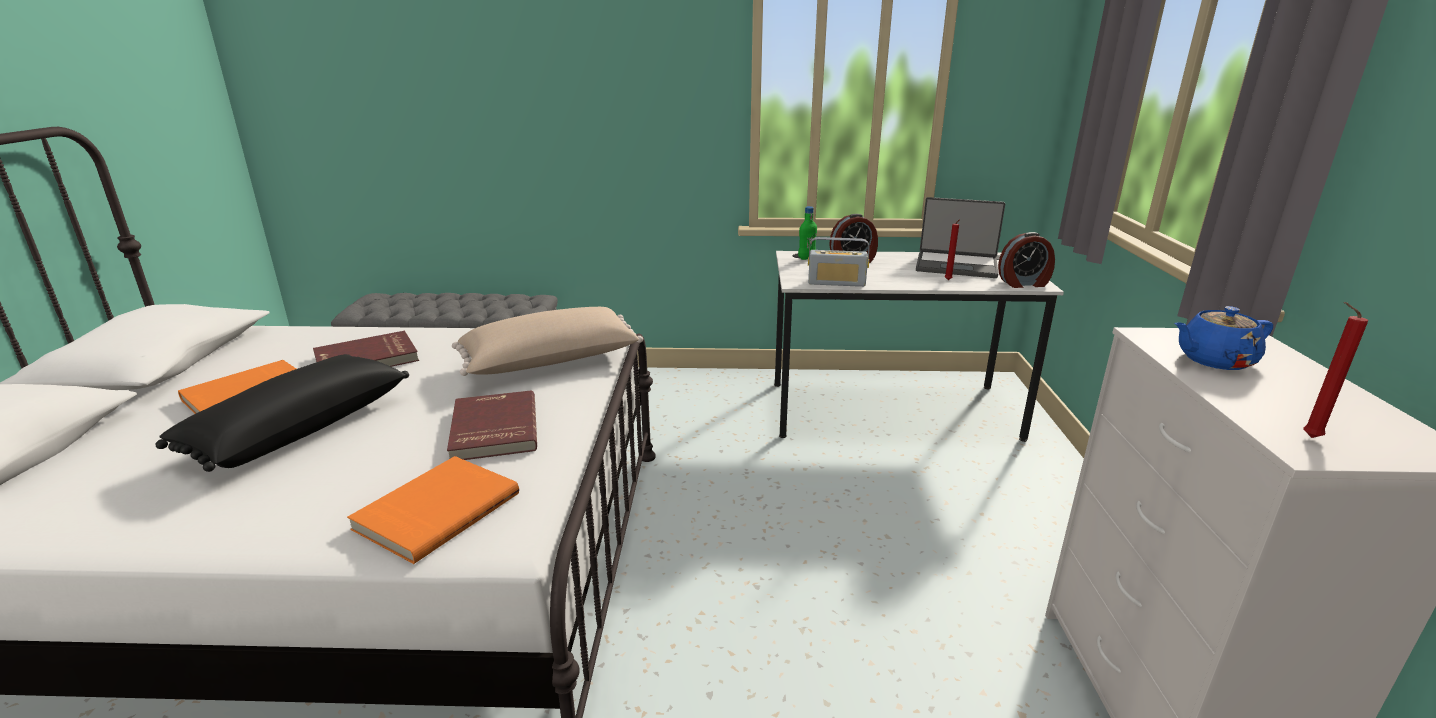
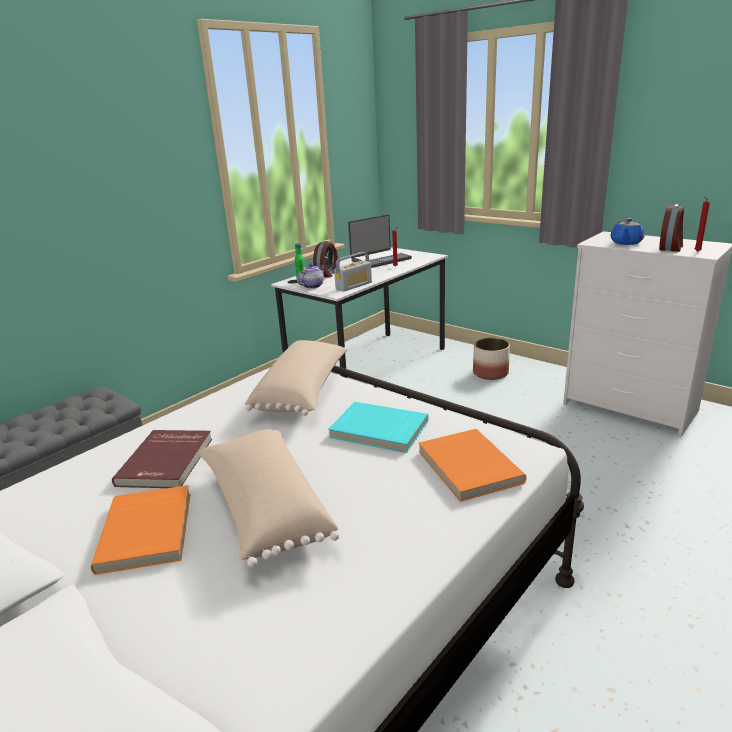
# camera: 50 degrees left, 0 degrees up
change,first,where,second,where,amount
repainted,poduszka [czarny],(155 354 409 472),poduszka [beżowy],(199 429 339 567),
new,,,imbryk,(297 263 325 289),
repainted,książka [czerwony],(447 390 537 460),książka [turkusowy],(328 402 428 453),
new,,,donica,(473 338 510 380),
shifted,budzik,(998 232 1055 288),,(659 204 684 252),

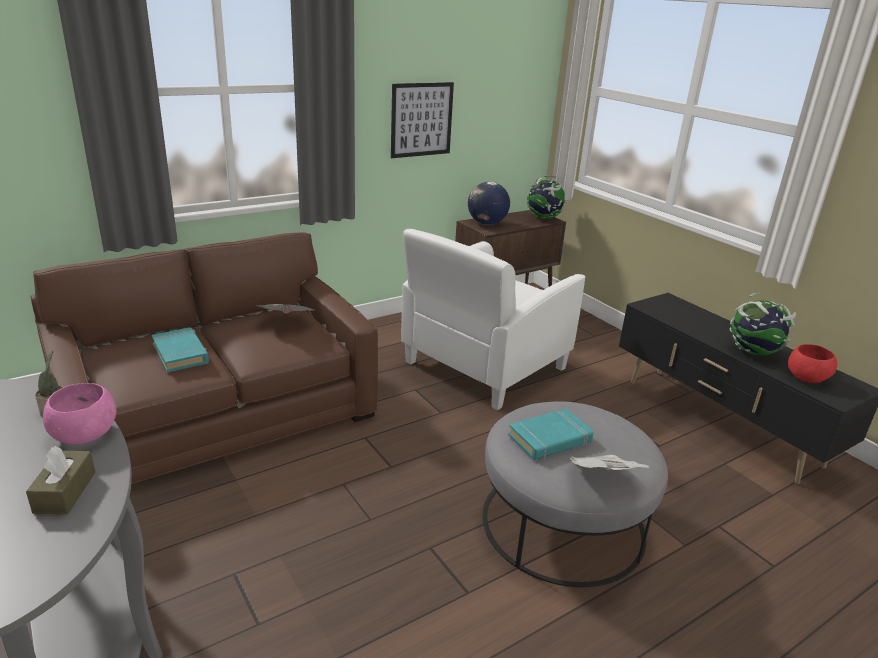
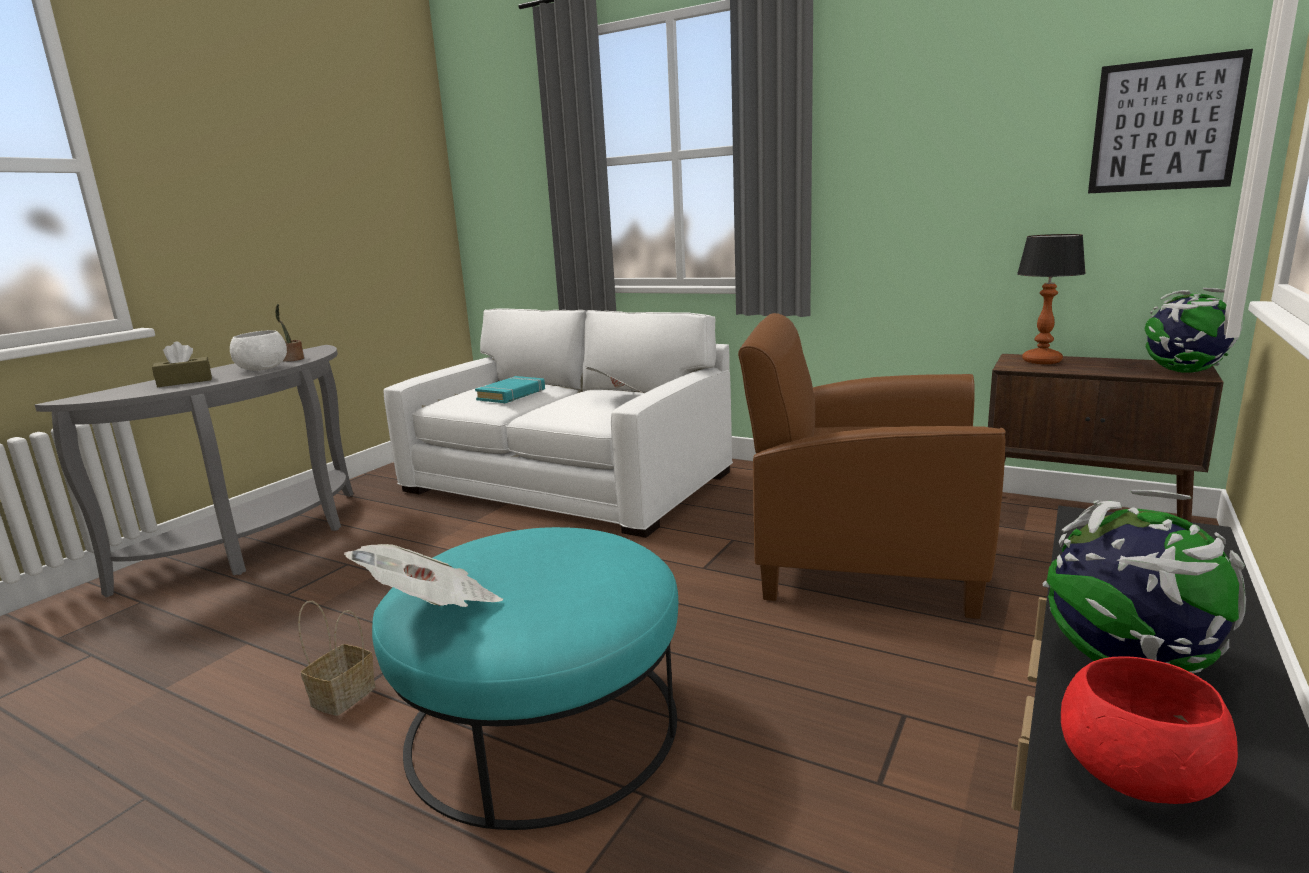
# camera: 65 degrees right, 10 degrees down
change,first,where,second,where,amount
repainted,miska [różowy],(43 383 117 445),miska [biały],(230 330 287 371),
new,,,koszyk,(298 601 376 716),
repainted,pufa [szary],(482 401 668 587),pufa [turkusowy],(372 527 678 830),
repainted,kanapa [brązowy],(30 232 378 484),kanapa [biały],(383 308 733 538),
repainted,fotel [biały],(401 229 585 410),fotel [brązowy],(738 313 1006 619),
swapped,globus,(468 182 510 225),lampa stołowa,(1017 234 1086 364),
shifted,obraz,(391 82 454 158),,(1088 49 1253 193),
gone,książka [turkusowy],(508 408 594 460),,,

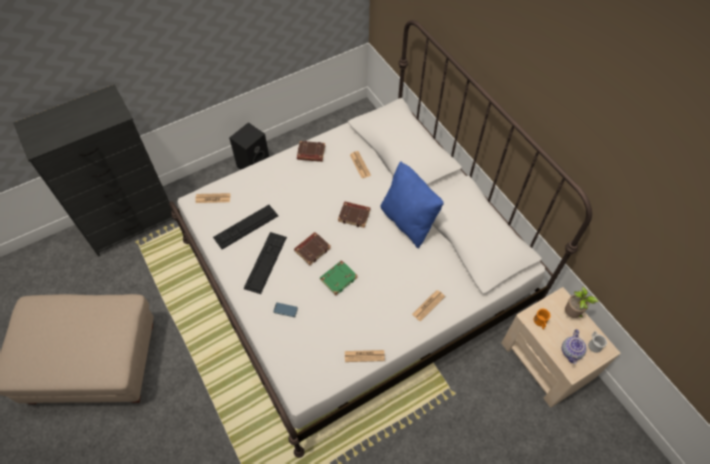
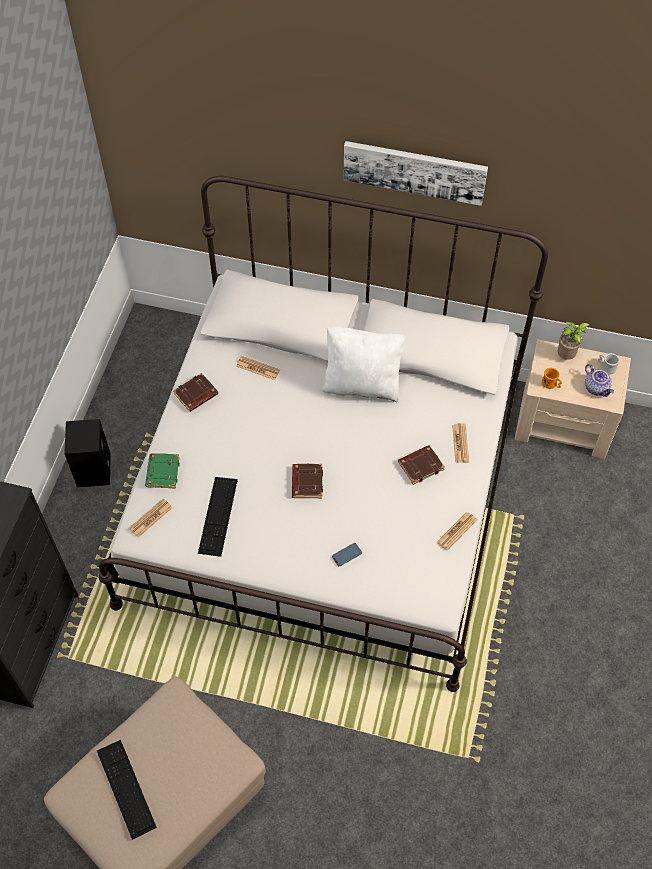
# camera: 45 degrees left, 0 degrees up
change,first,where,second,where,amount
shifted,klawiatura,(244 232 287 294),,(97 740 157 840),
shifted,książka [zielony],(320 260 358 295),,(145 453 180 489),
repainted,poduszka [niebieski],(380 161 444 248),poduszka [biały],(322 327 406 402),
new,,,obraz,(343 141 488 206),
shifted,książka [brązowy],(338 201 371 228),,(398 445 444 485),

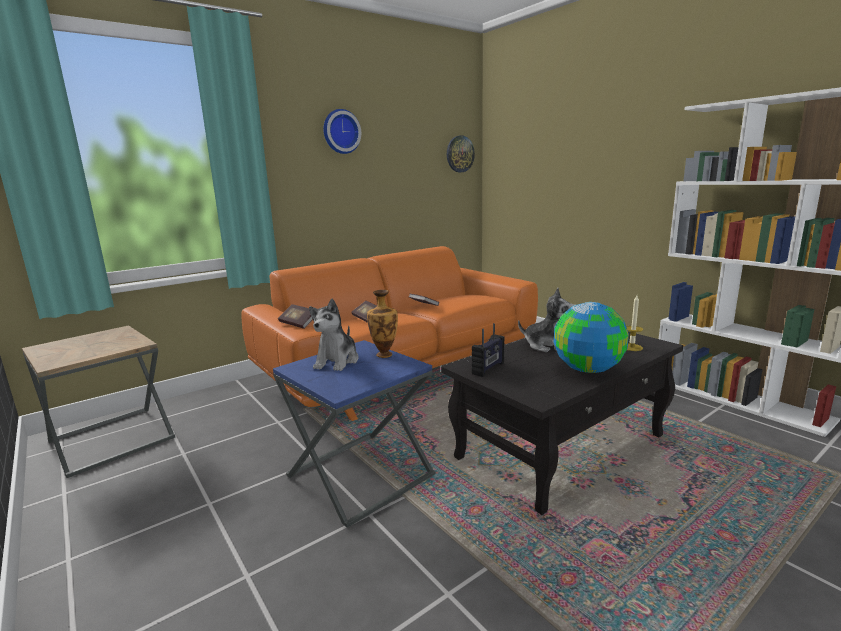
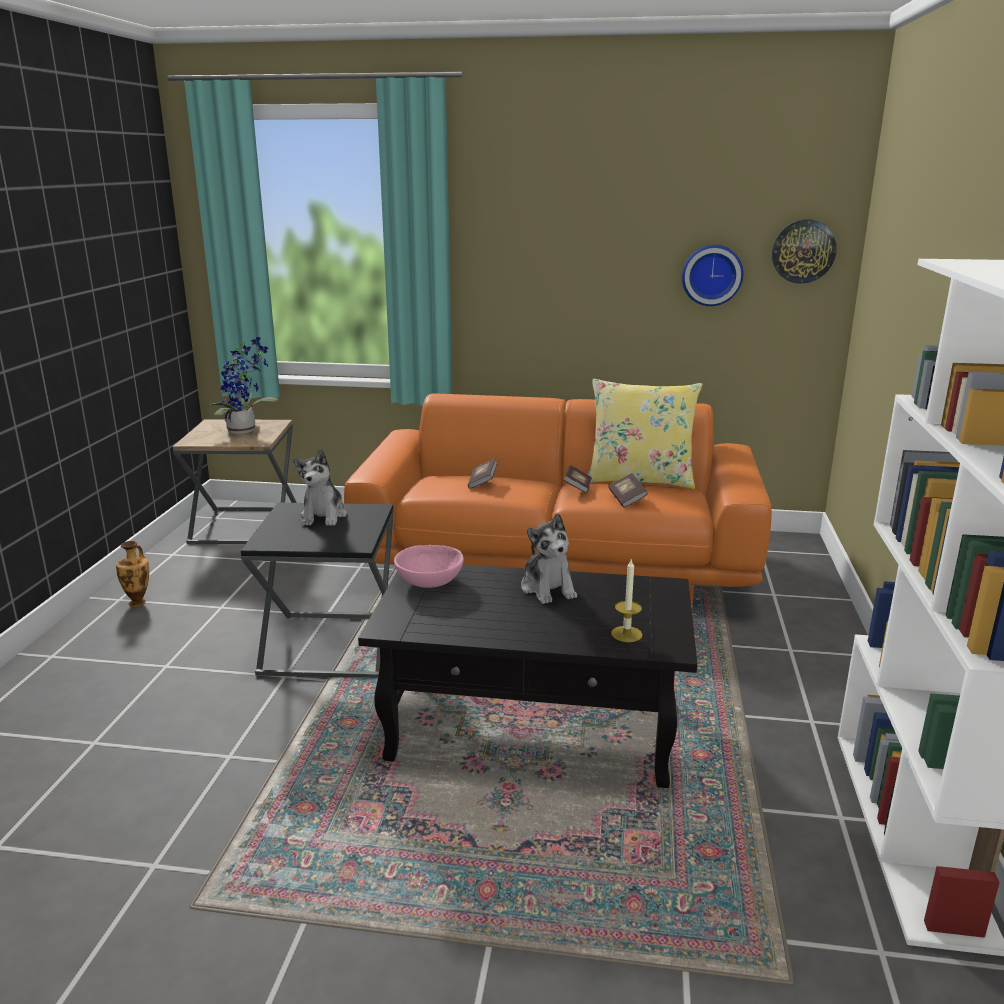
# camera: 45 degrees right, 5 degrees up
change,first,where,second,where,amount
shifted,wazon,(367 290 398 358),,(116 541 149 607),
new,,,roślina doniczkowa,(208 337 278 434),
repainted,stolik [niebieski],(273 340 436 528),stolik [czarny],(241 503 394 678),
rotated,pluszak,(309 299 359 371),,(293 449 347 526),60 degrees counterclockwise
swapped,radio,(472 323 505 377),miska [różowy],(394 545 464 588),
new,,,poduszka [żółty],(588 379 702 489),
shifted,książka,(278 304 313 329),,(608 473 648 508),
shifted,zegar ścienny,(323 109 361 154),,(682 245 743 306),
gone,globus,(554 302 629 373),,,

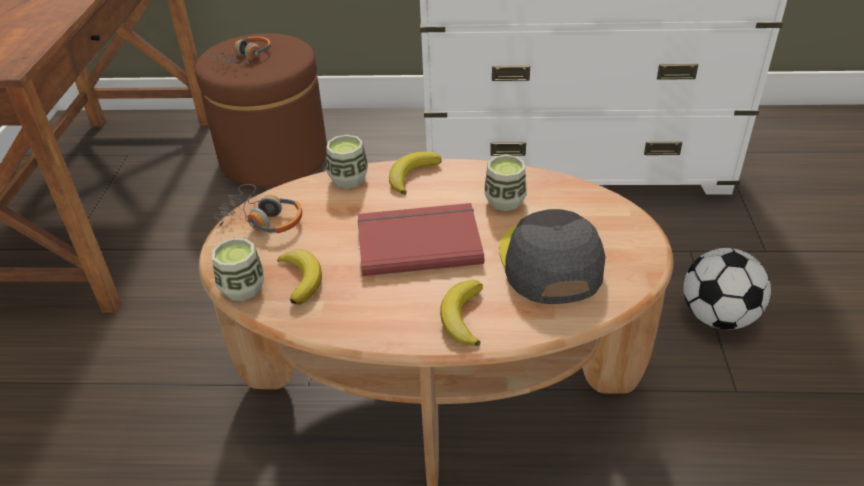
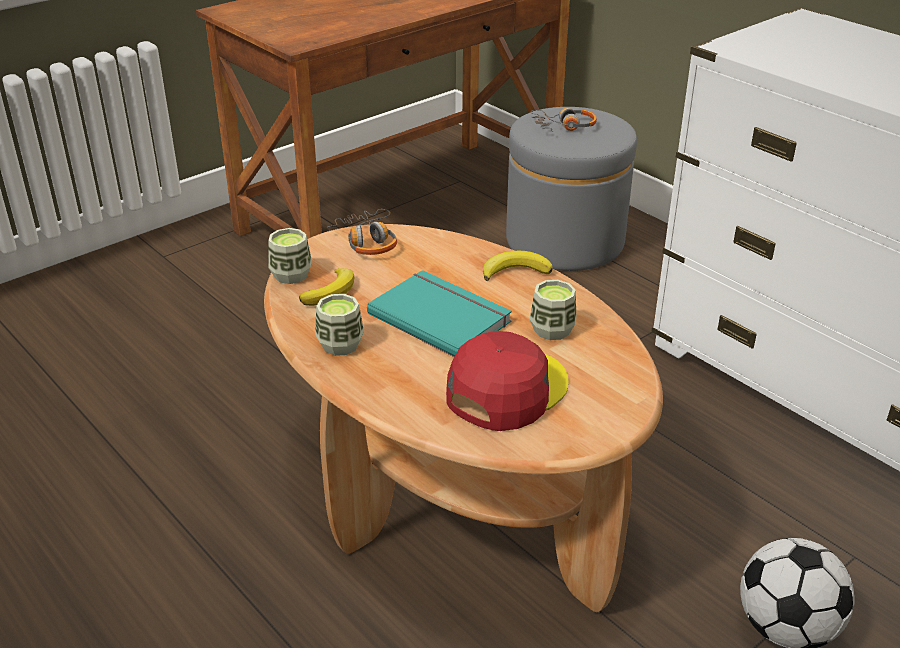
# camera: 45 degrees right, 5 degrees down
change,first,where,second,where,amount
shifted,filiżanka,(326 135 368 189),,(315 294 364 356),
repainted,książka [czerwony],(358 203 484 276),książka [turkusowy],(367 270 512 357),
repainted,czapka z daszkiem [szary],(499 209 605 304),czapka z daszkiem [czerwony],(446 331 569 431),
repainted,pufa [brązowy],(195 33 327 188),pufa [szary],(506 107 637 271),
gone,banan,(440 280 483 346),,,

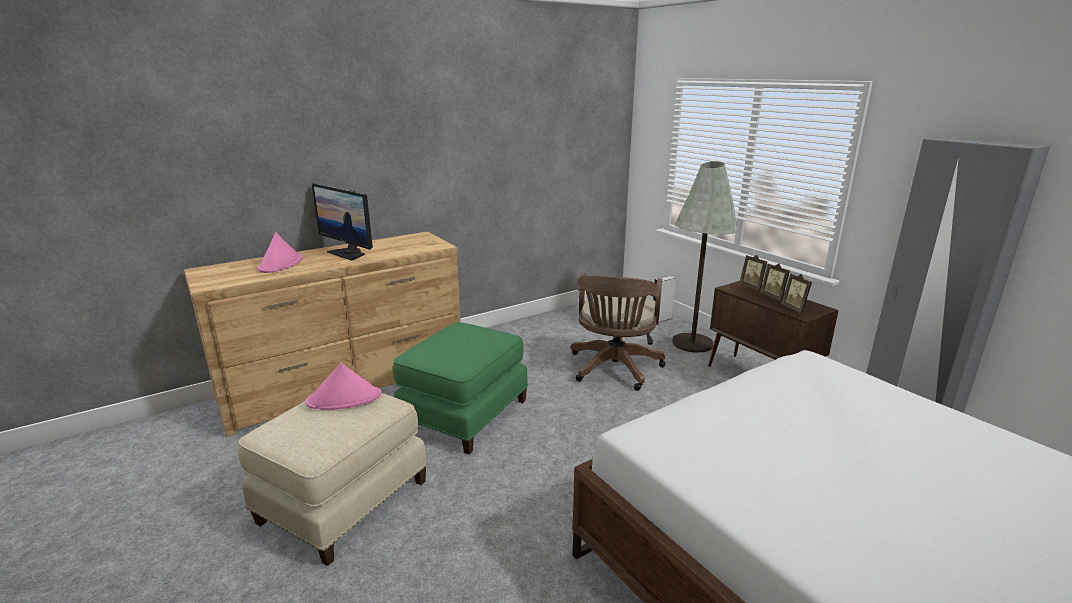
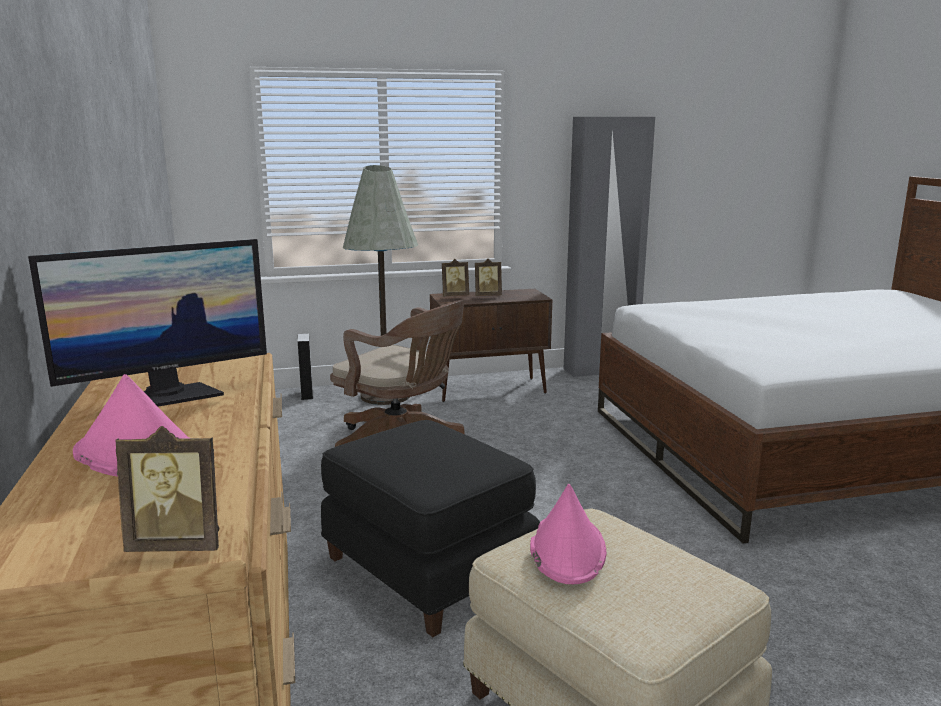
# camera: 70 degrees left, 5 degrees down
change,first,where,second,where,amount
shifted,ramka na zdjęcie,(782 274 812 313),,(115 426 219 552),
repainted,pufa [zielony],(393 322 528 455),pufa [czarny],(321 420 540 637),

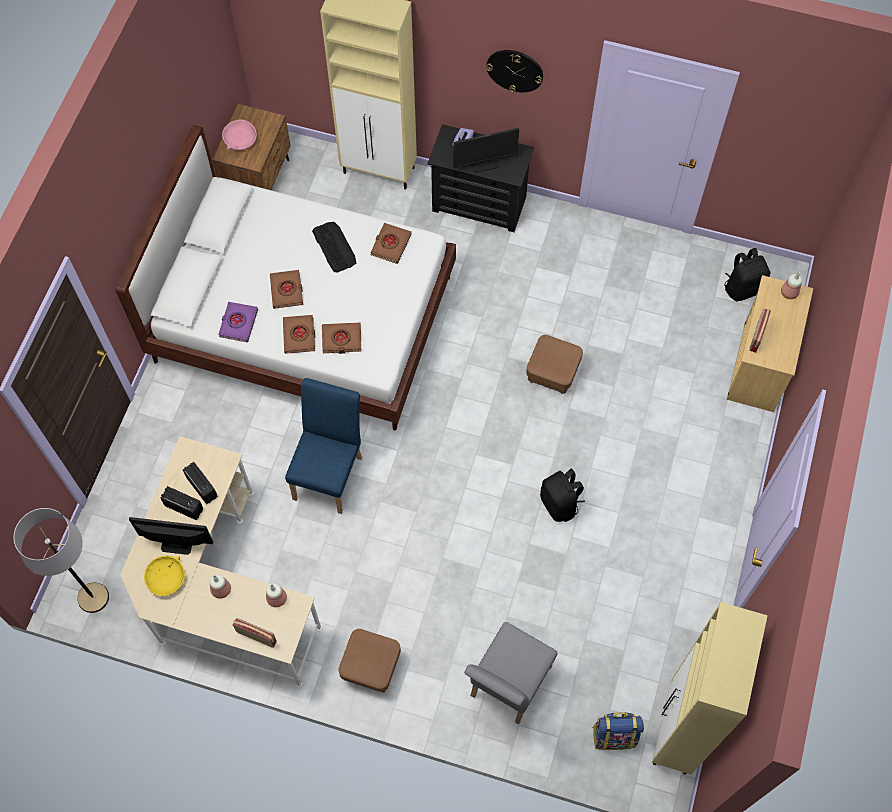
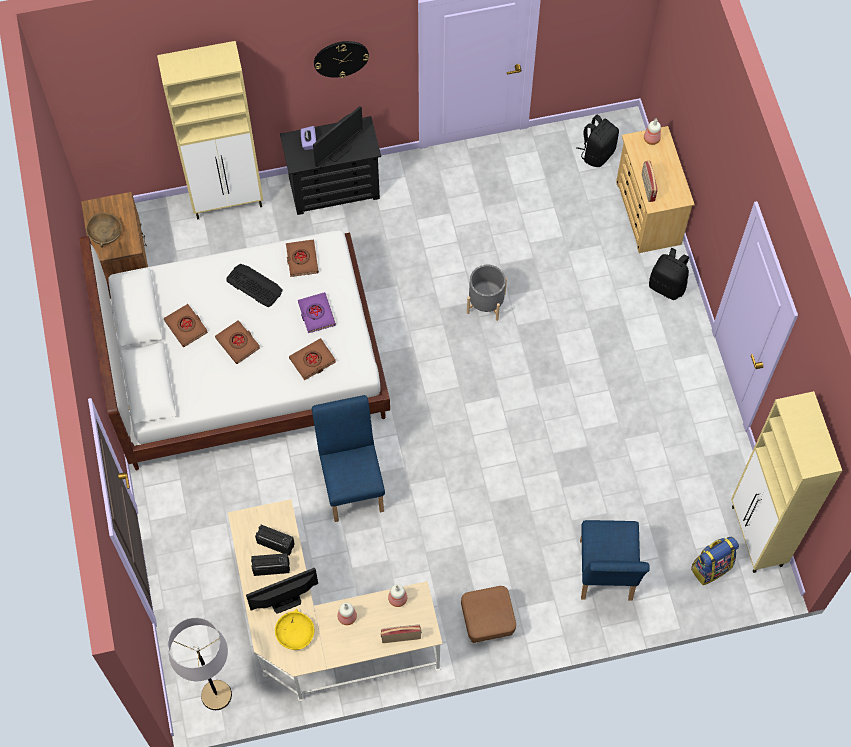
# camera: 30 degrees left, 0 degrees up
change,first,where,second,where,amount
repainted,miska [różowy],(222 120 257 151),miska [brązowy],(86 213 122 248),
shifted,książka [brązowy],(283 315 315 354),,(164 304 208 347),
shifted,książka [fioletowy],(218 302 258 342),,(298 292 336 333),
swapped,pufa [brązowy],(526 335 583 394),donica [szary],(467 265 507 321),
repainted,krzesło [szary],(464 622 557 725),krzesło [niebieski],(580 520 650 601),
shifted,plecak [czarny],(540 469 585 522),,(649 248 689 300),

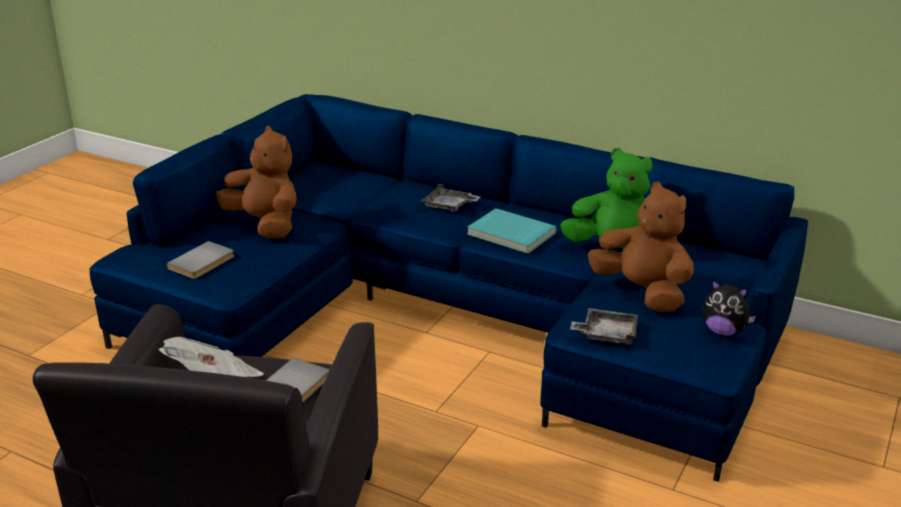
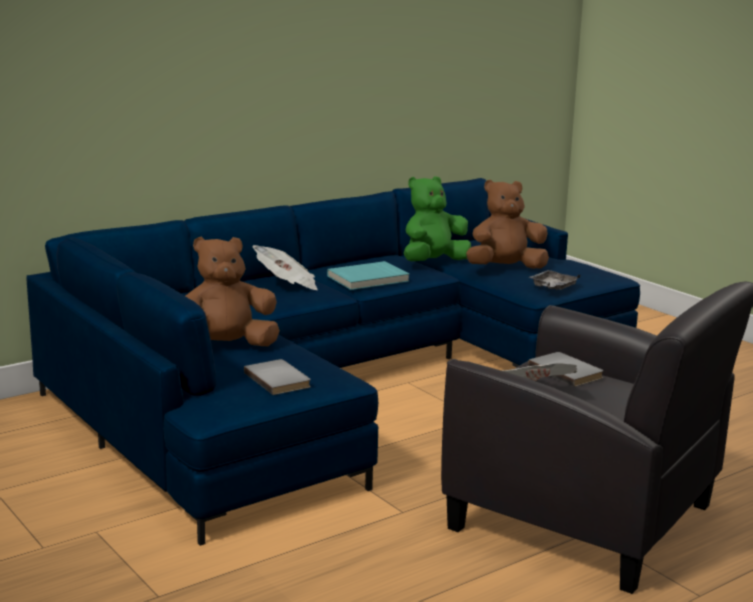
# camera: 65 degrees left, 10 degrees down
change,first,where,second,where,amount
swapped,taca [szary],(421 184 481 212),gazeta,(253 245 317 290),
gone,pluszak,(702 279 756 336),,,

